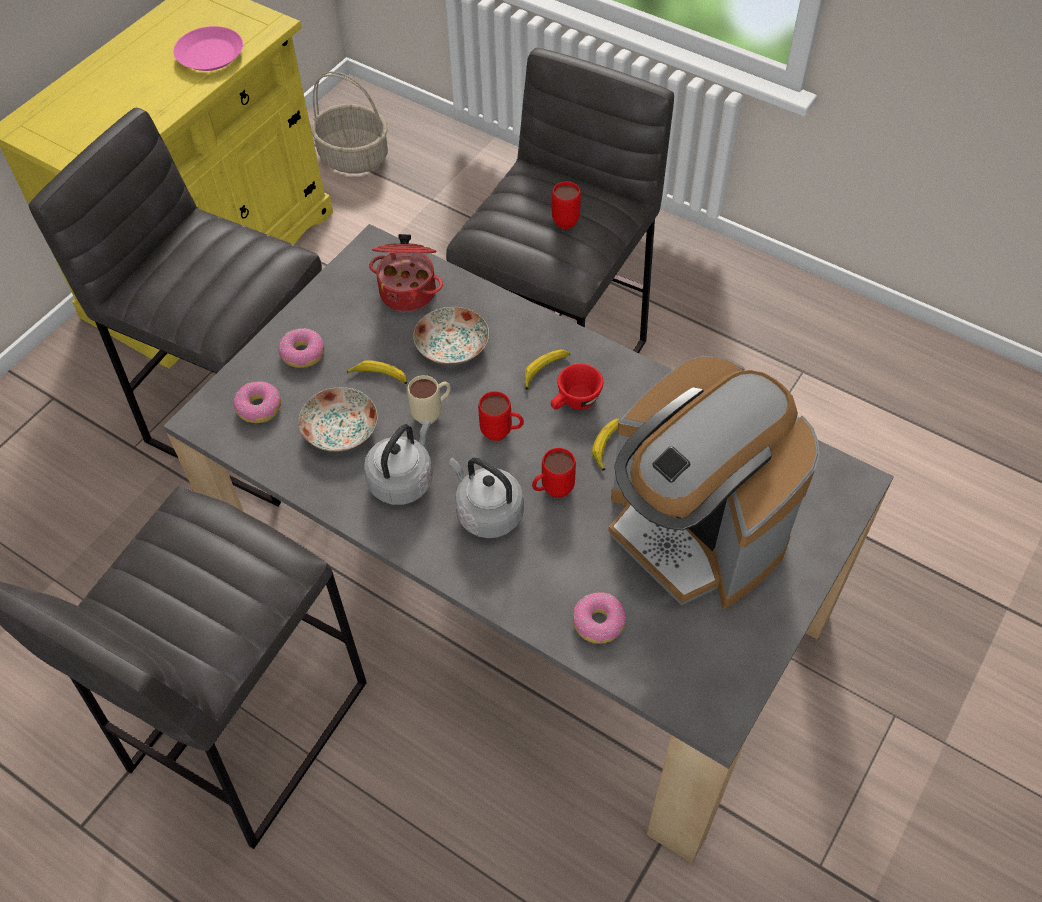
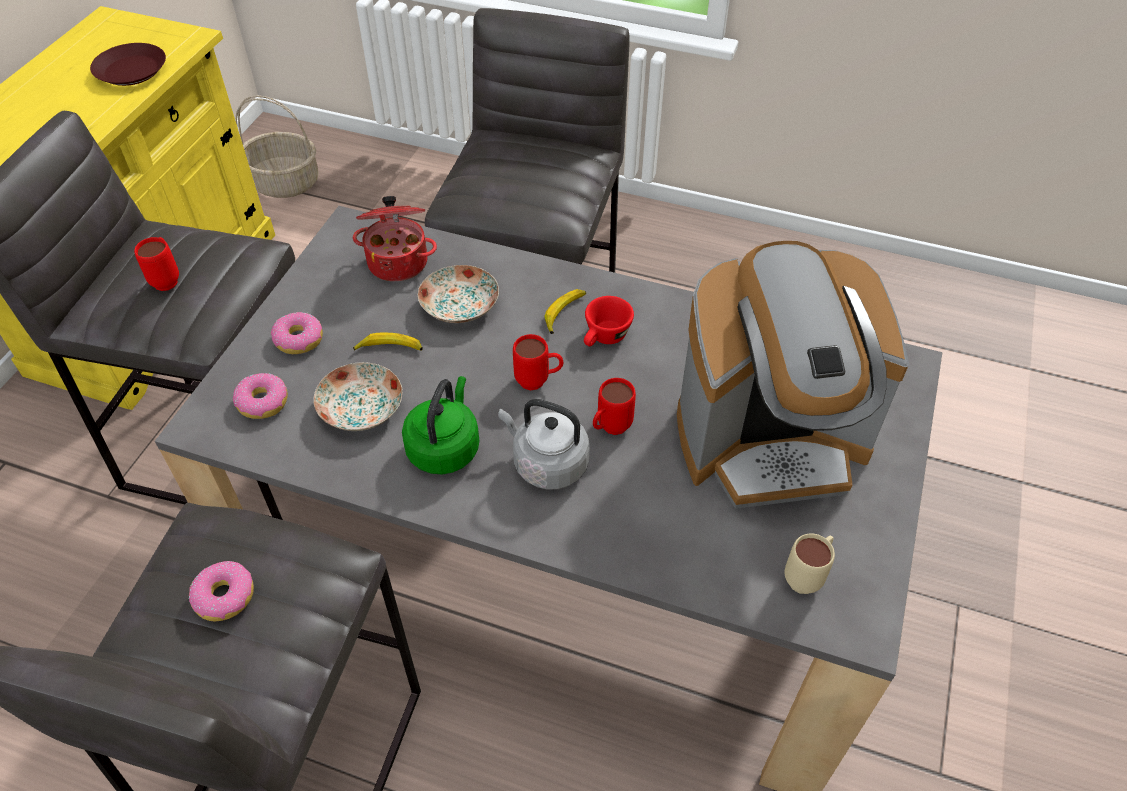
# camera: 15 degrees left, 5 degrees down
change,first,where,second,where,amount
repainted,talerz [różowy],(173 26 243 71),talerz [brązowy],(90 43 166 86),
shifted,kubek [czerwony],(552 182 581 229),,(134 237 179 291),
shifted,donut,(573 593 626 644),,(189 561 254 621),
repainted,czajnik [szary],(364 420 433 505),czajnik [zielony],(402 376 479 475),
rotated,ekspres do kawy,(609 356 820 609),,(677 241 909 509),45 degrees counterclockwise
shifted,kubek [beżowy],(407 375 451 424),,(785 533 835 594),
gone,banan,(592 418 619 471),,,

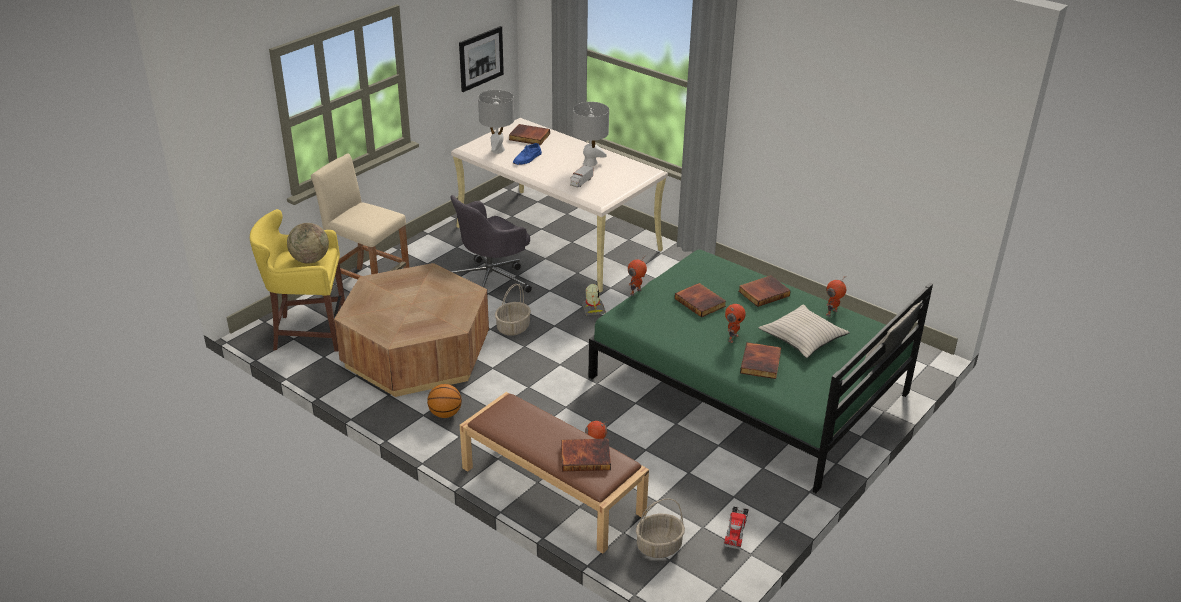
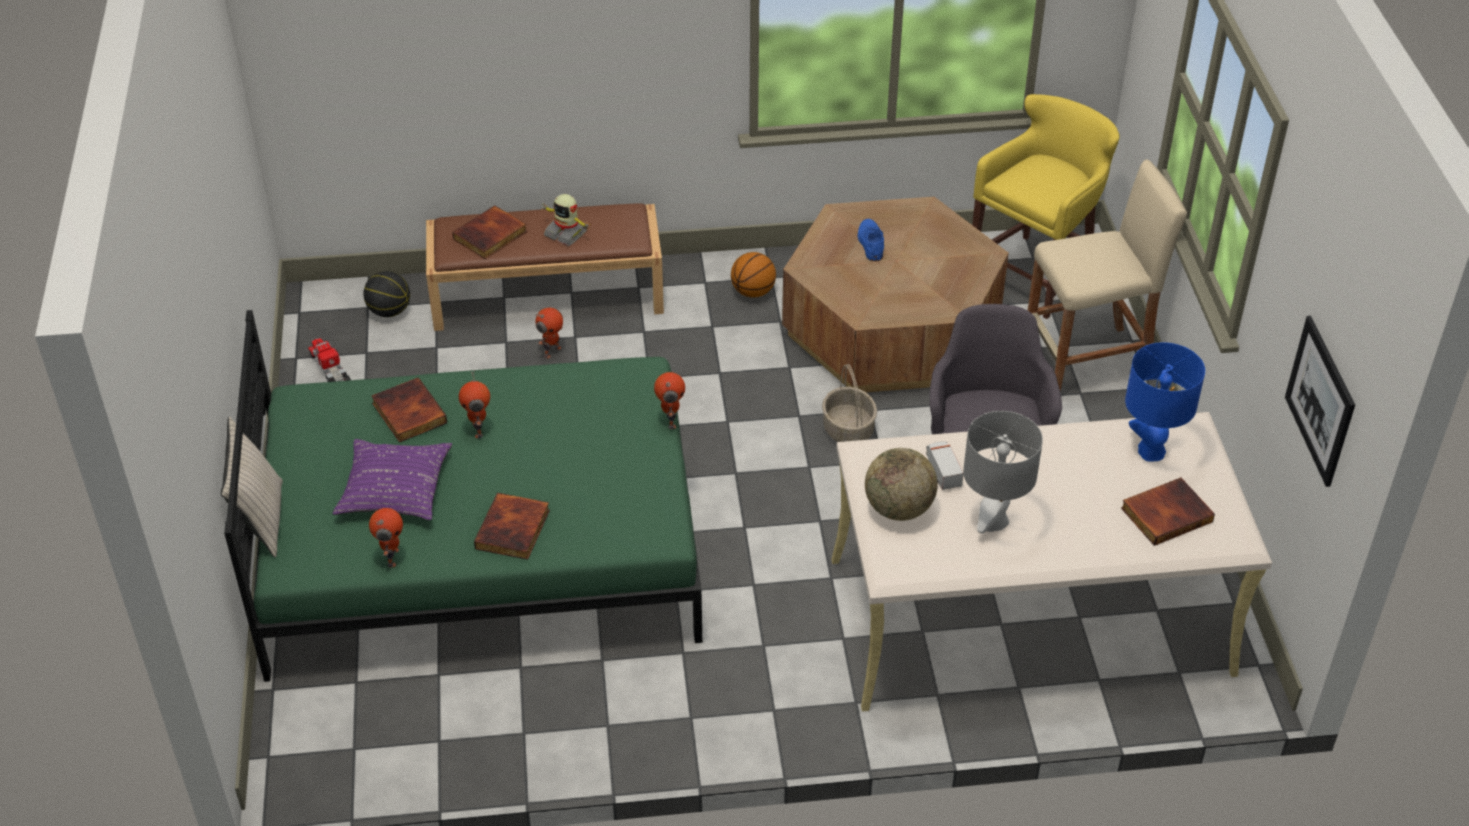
# camera: 135 degrees right, 10 degrees up
change,first,where,second,where,amount
repainted,poduszka [beżowy],(759 305 850 358),poduszka [fioletowy],(333 439 452 520),
swapped,koszyk,(636 498 685 558),piłka do koszykówki,(363 271 410 317),
shifted,robot zabawkowy,(582 284 606 315),,(542 194 591 246),
shifted,but [niebieski],(513 143 542 165),,(857 219 884 261),
shifted,globus,(287 223 329 264),,(865 448 938 521),
repainted,lampa stołowa [szary],(478 90 514 154),lampa stołowa [niebieski],(1125 342 1205 462),
gone,książka,(675 283 726 317),,,

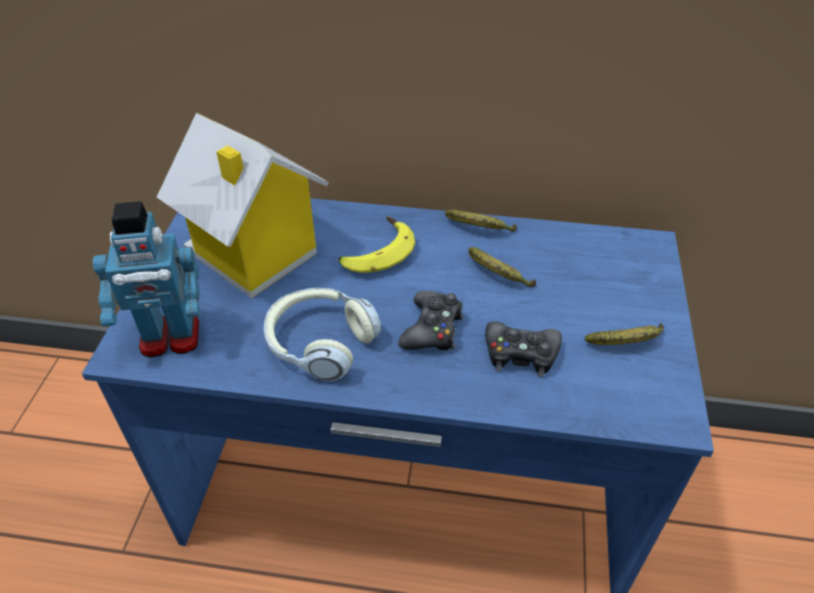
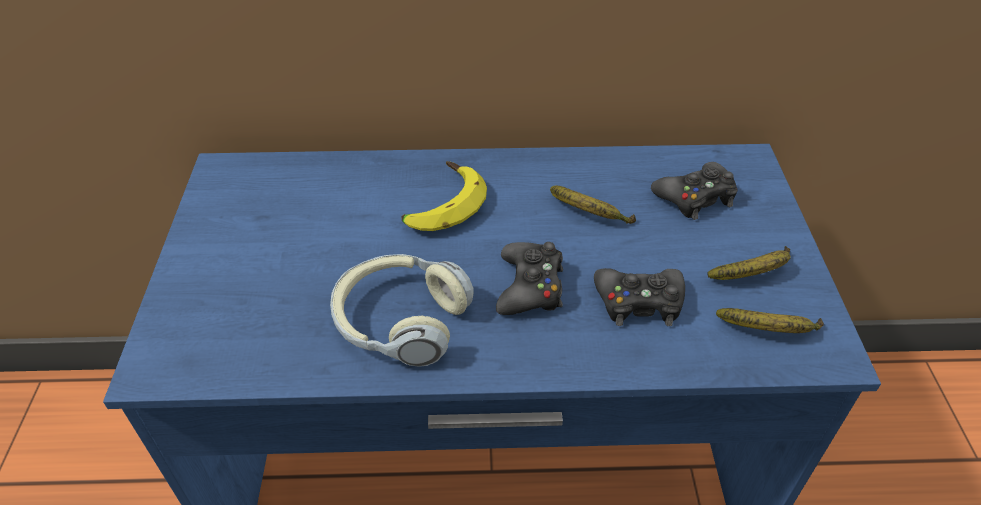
# camera: 10 degrees left, 0 degrees up
change,first,where,second,where,amount
new,,,pad do gier [czarny],(651 162 737 220),
shifted,banan,(445 210 517 232),,(716 308 824 333),
gone,robot zabawkowy,(93 201 200 357),,,
gone,domek,(157 113 329 298),,,

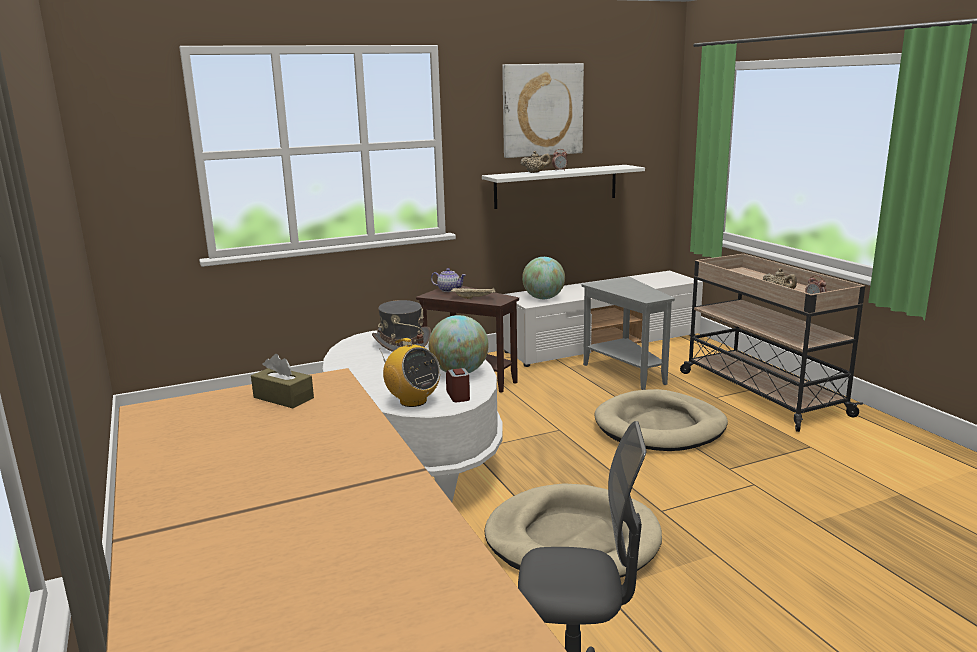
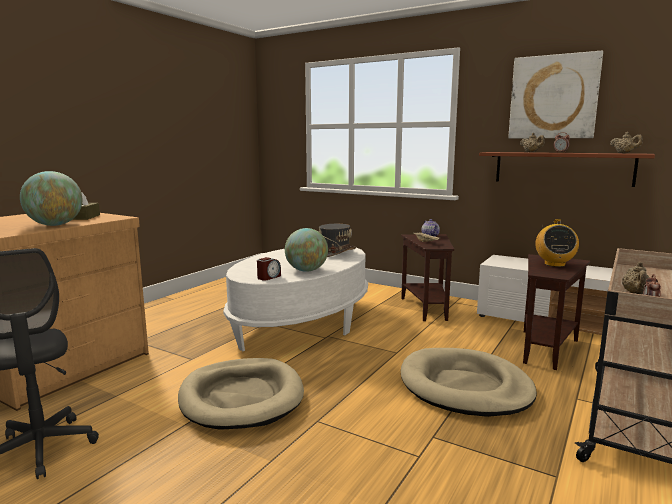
# camera: 55 degrees right, 5 degrees down
change,first,where,second,where,amount
shifted,globus,(522 257 565 299),,(20 171 82 226),
repainted,półka [biały],(482 165 645 209),półka [brązowy],(479 152 655 187),
repainted,stolik [szary],(581 277 675 390),stolik [brązowy],(523 254 590 370),
shifted,radio,(381 338 440 407),,(535 219 579 267),
new,,,imbryk [beżowy],(610 132 643 153),

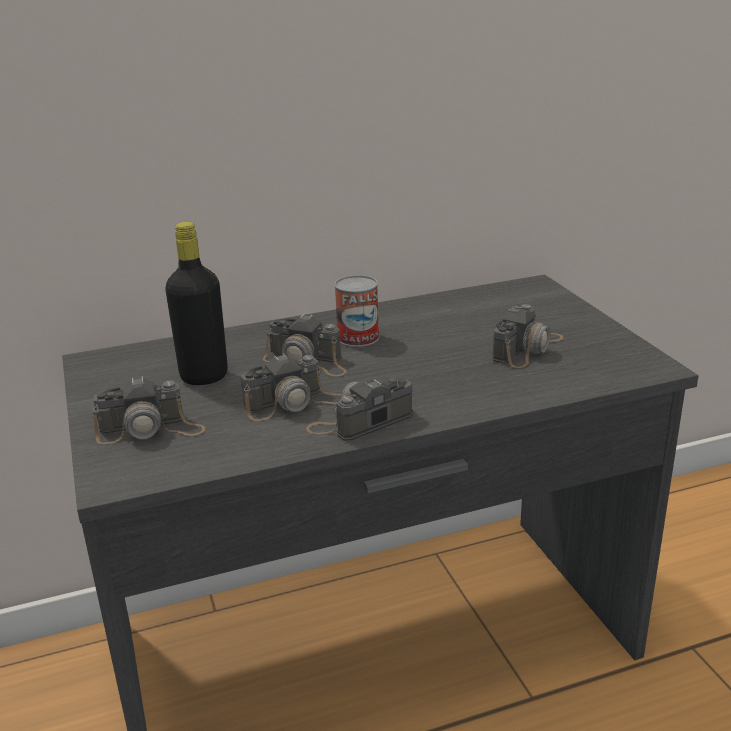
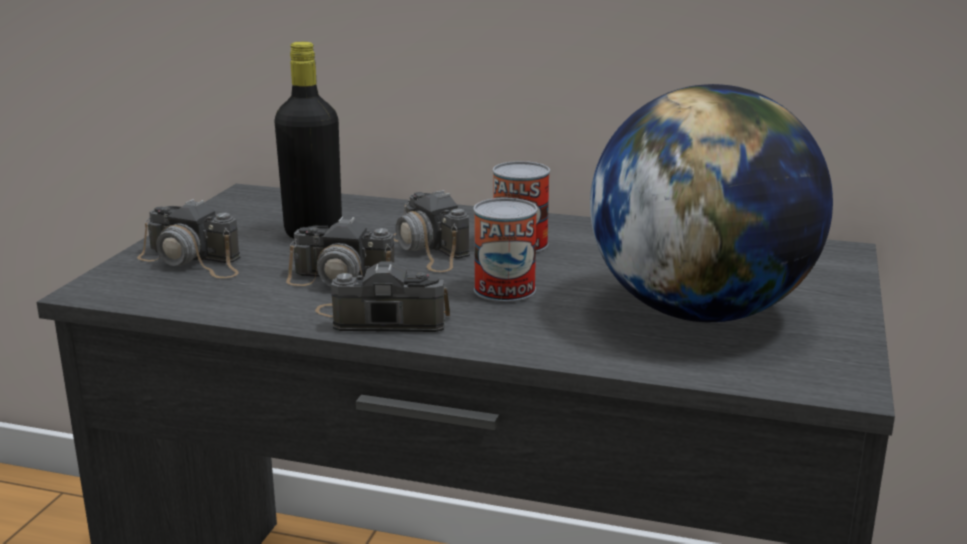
# camera: 35 degrees right, 5 degrees down
change,first,where,second,where,amount
new,,,puszka,(473 198 537 302),
swapped,aparat fotograficzny,(492 304 563 368),globus,(590 84 833 323),

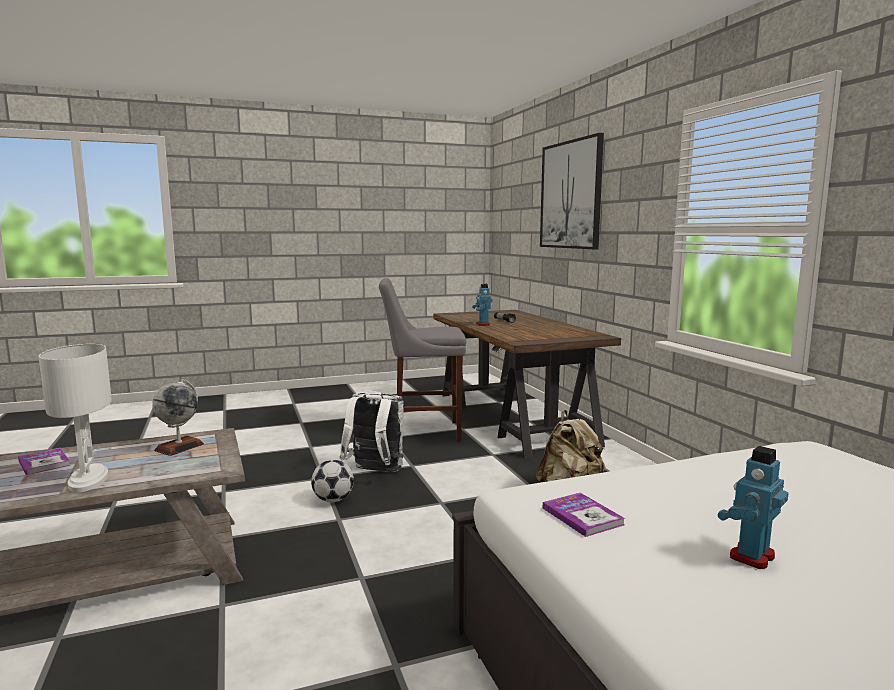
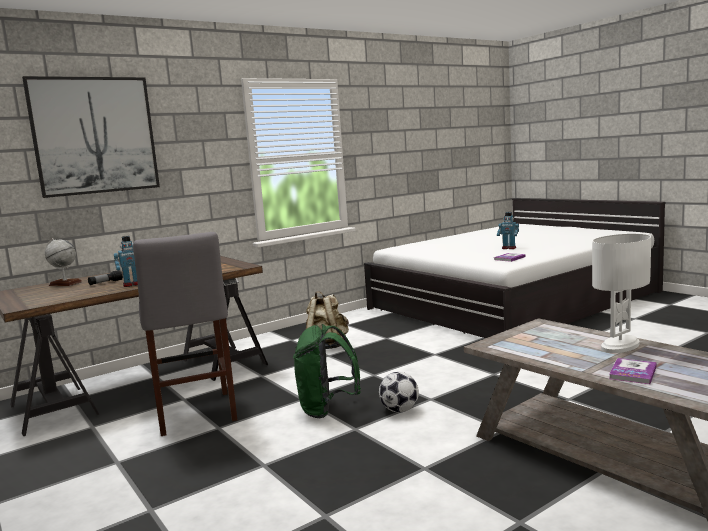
# camera: 105 degrees left, 0 degrees up
change,first,where,second,where,amount
shifted,globus,(152 379 204 456),,(45 238 82 286),
repainted,plecak [biały],(340 391 404 472),plecak [zielony],(293 324 361 418),

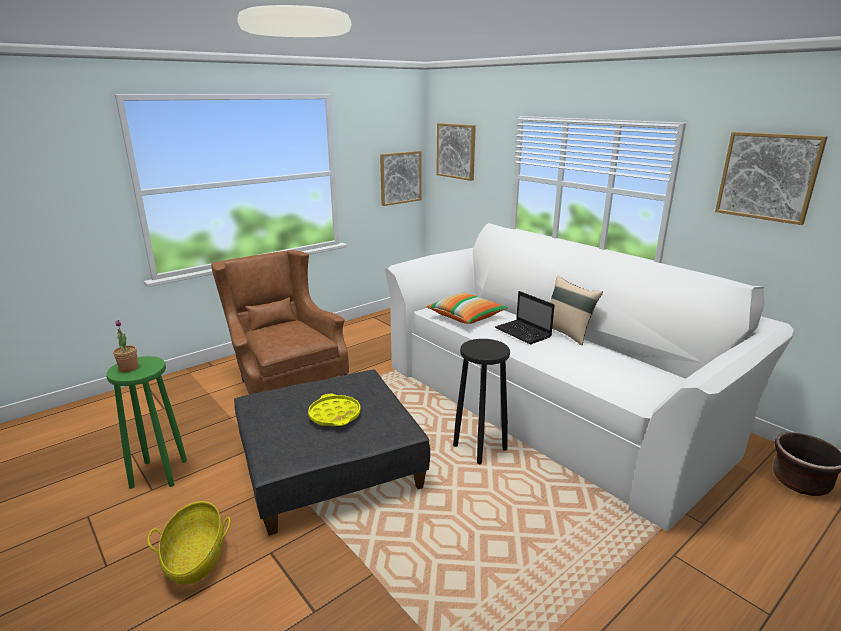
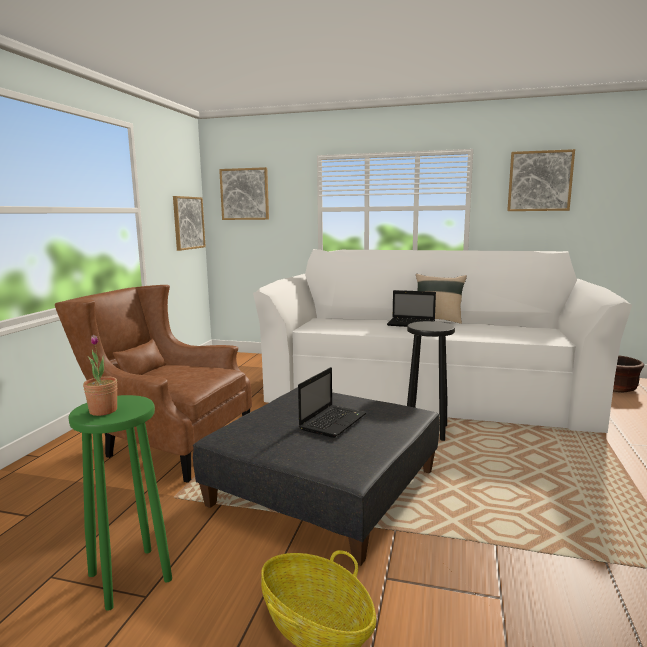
# camera: 35 degrees left, 10 degrees down
change,first,where,second,where,amount
swapped,taca [żółty],(308 393 360 426),laptop,(298 367 367 438),
gone,poduszka,(426 293 508 324),,,

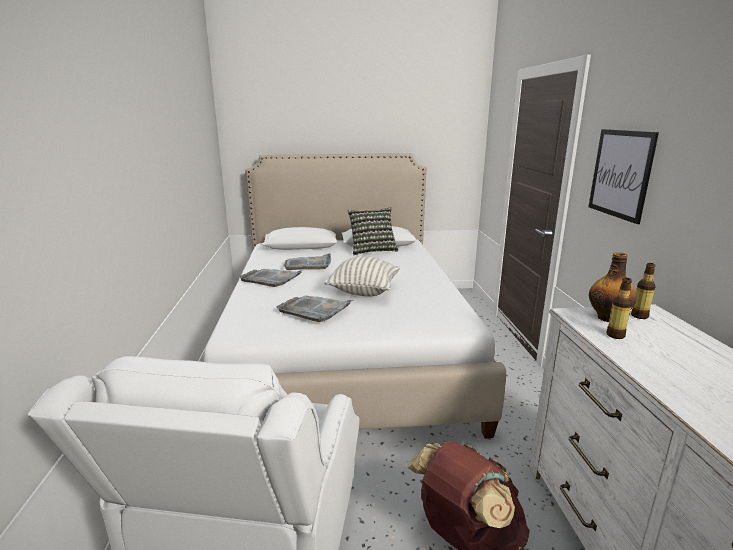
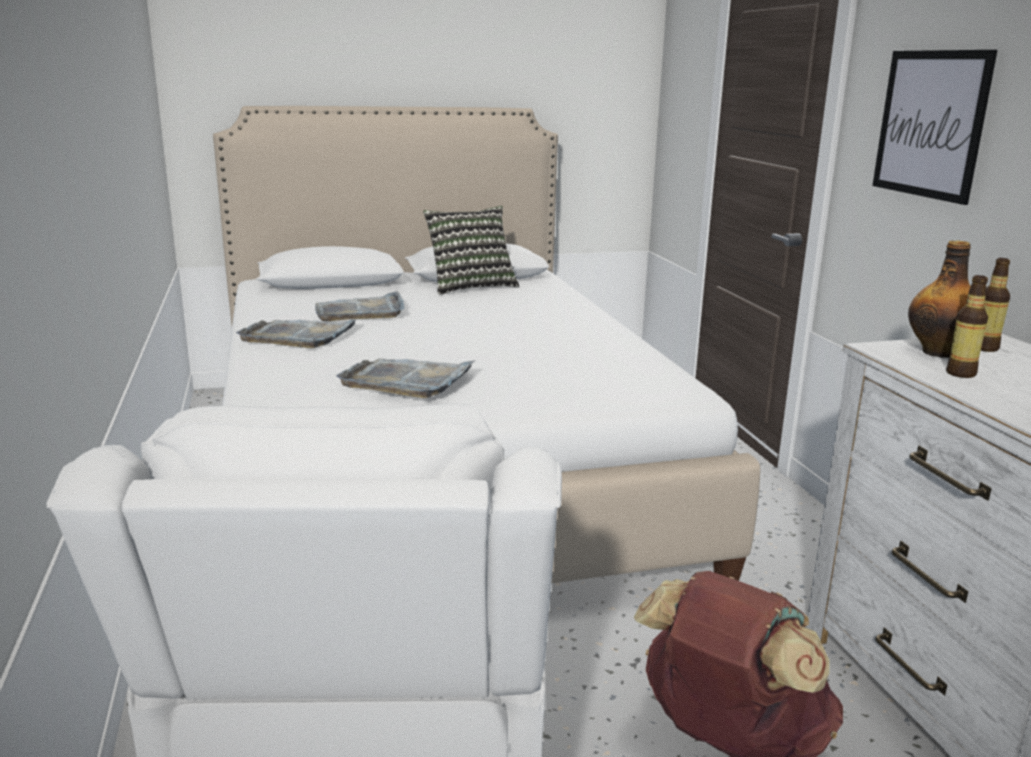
# camera: 10 degrees left, 0 degrees up
change,first,where,second,where,amount
gone,poduszka,(324 256 400 297),,,

